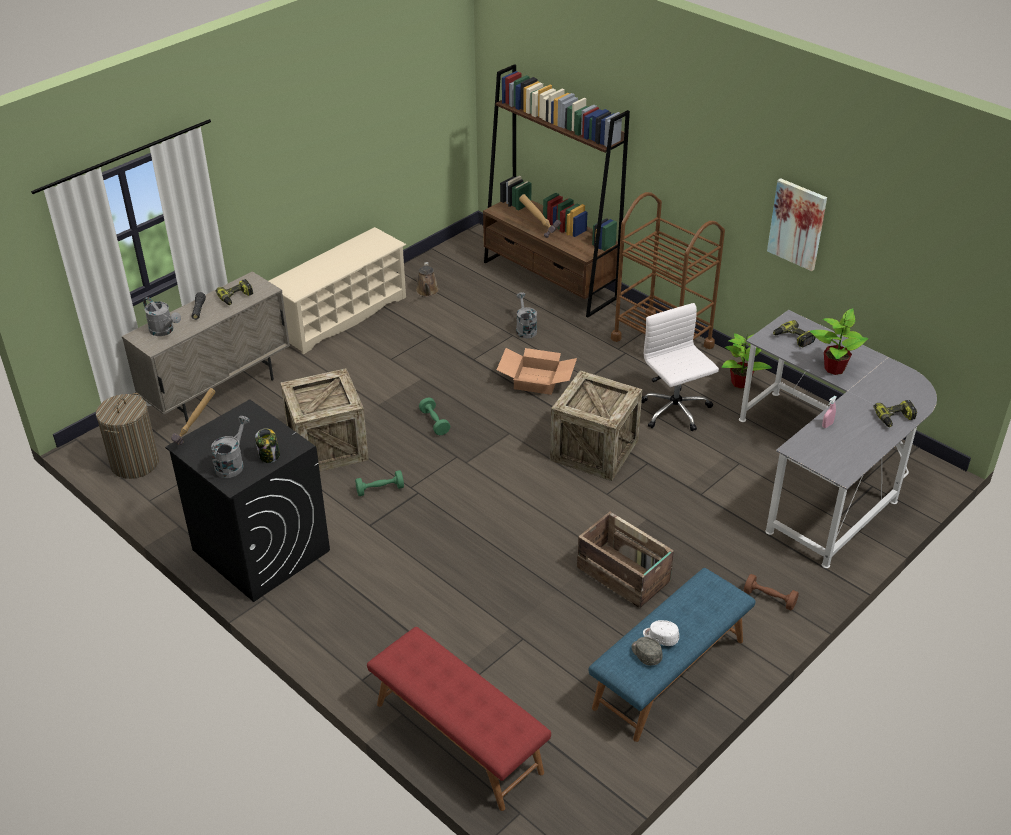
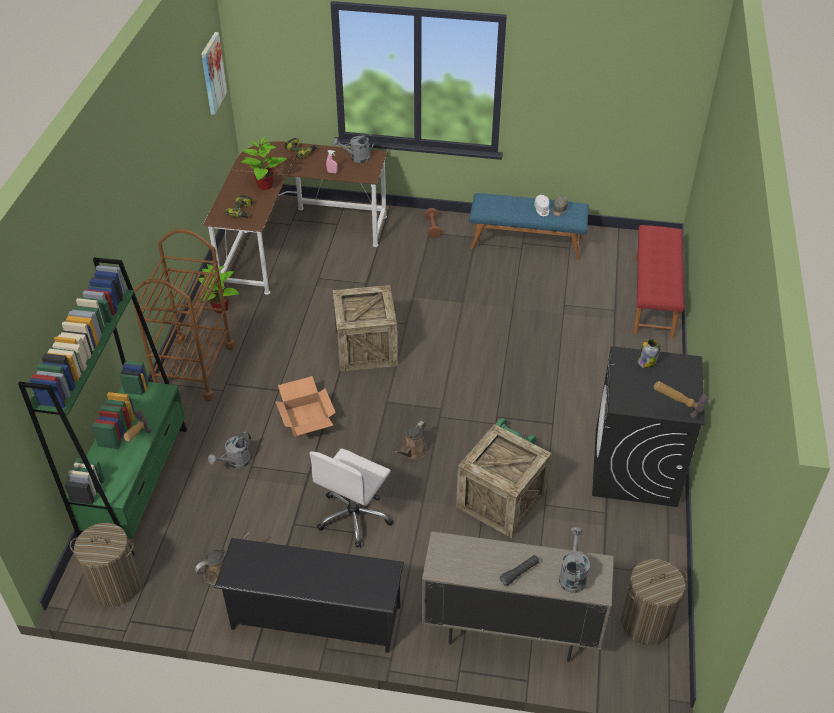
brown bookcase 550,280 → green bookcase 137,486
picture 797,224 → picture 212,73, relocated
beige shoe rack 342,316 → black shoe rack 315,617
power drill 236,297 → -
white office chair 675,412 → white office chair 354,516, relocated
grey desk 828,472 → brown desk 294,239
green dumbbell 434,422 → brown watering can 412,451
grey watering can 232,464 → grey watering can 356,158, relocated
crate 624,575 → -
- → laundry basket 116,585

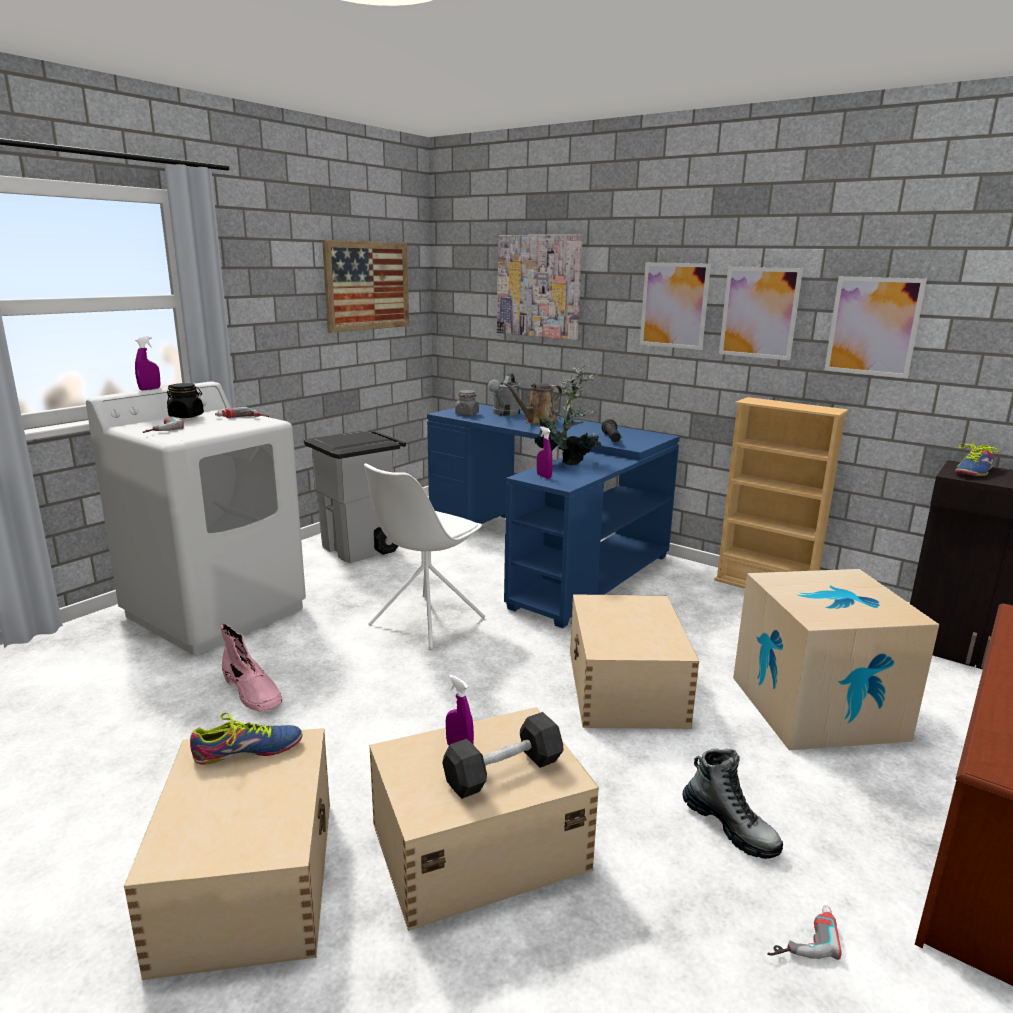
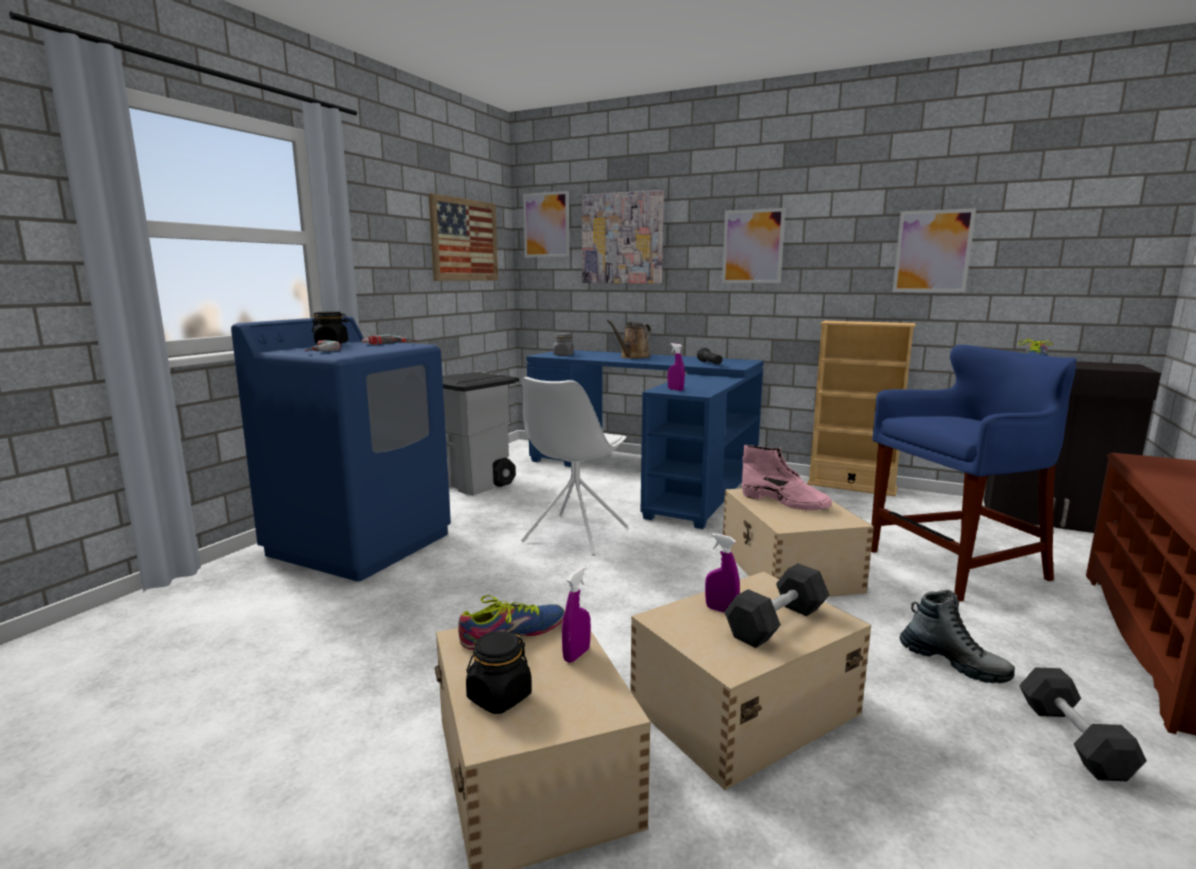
picture 759,313 → picture 546,225, relocated
purple spray bottle 149,389 → purple spray bottle 576,655, relocated
potted plant 568,462 → -
grey watering can 504,414 → -
white washing machine 216,611 → blue washing machine 361,543
cardboard box 816,707 → blue stool 956,567
pink boot 253,692 → pink boot 785,502, relocated
power drill 800,935 → black dumbbell 1073,739
- → black jar 499,697

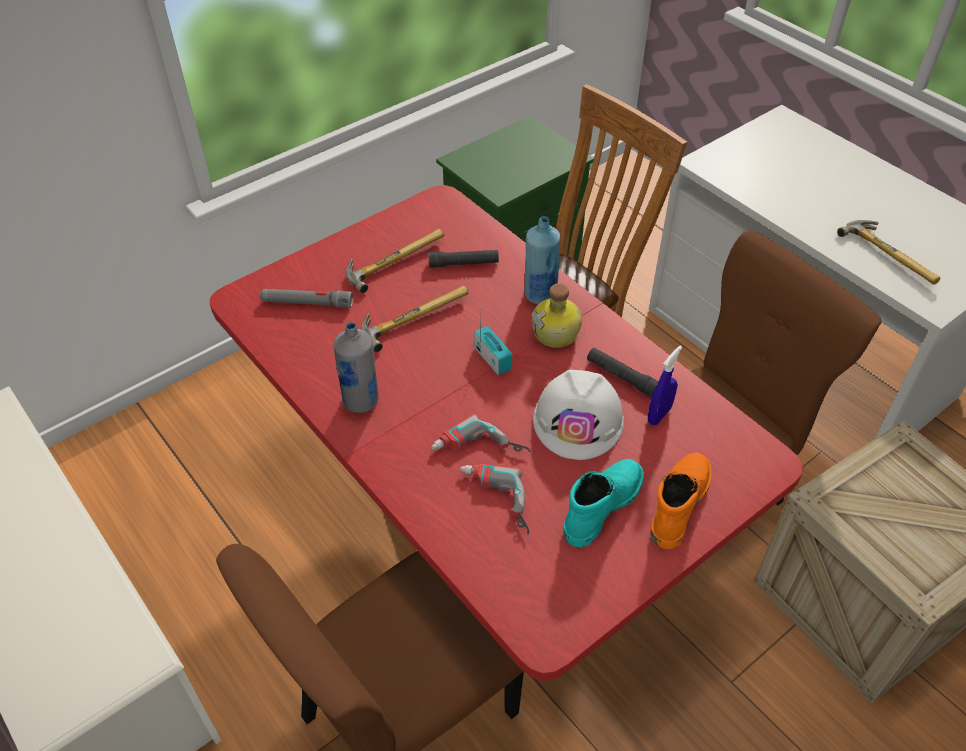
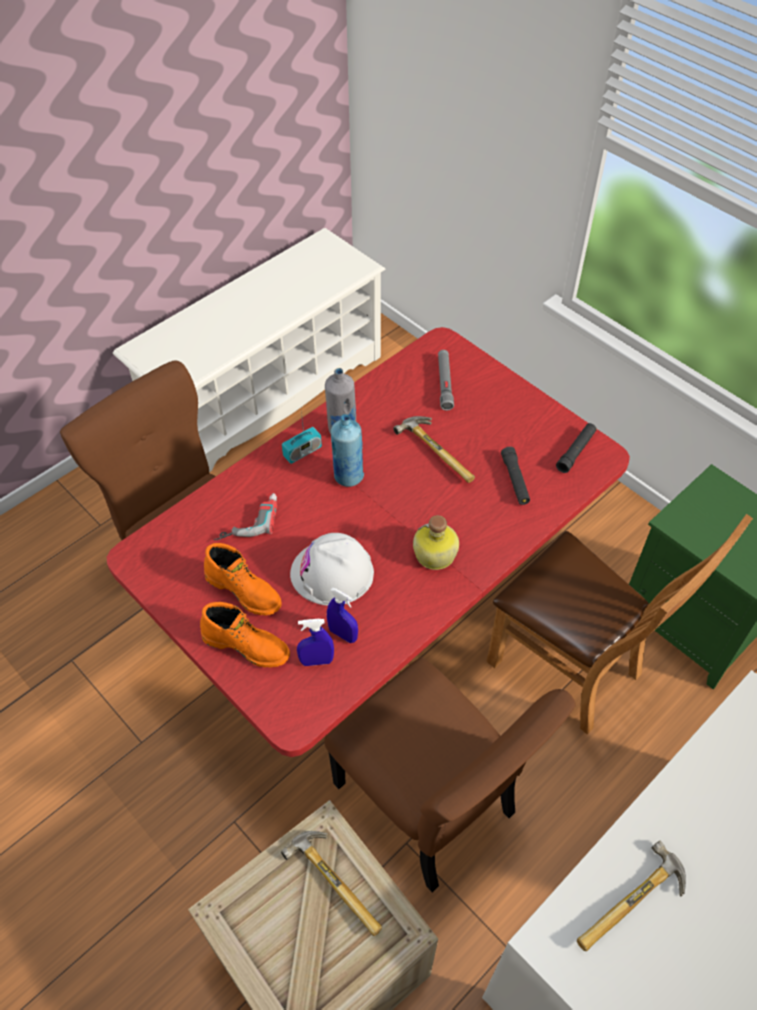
blue bottle 540,295 → blue bottle 348,476, relocated
hammer 392,259 → hammer 340,880, relocated
radio 492,359 → radio 302,452, relocated
black flashlight 621,377 → black flashlight 576,451, relocated
power drill 479,452 → -
turquoise boot 601,505 → orange boot 244,590
- → blue spray bottle 316,661

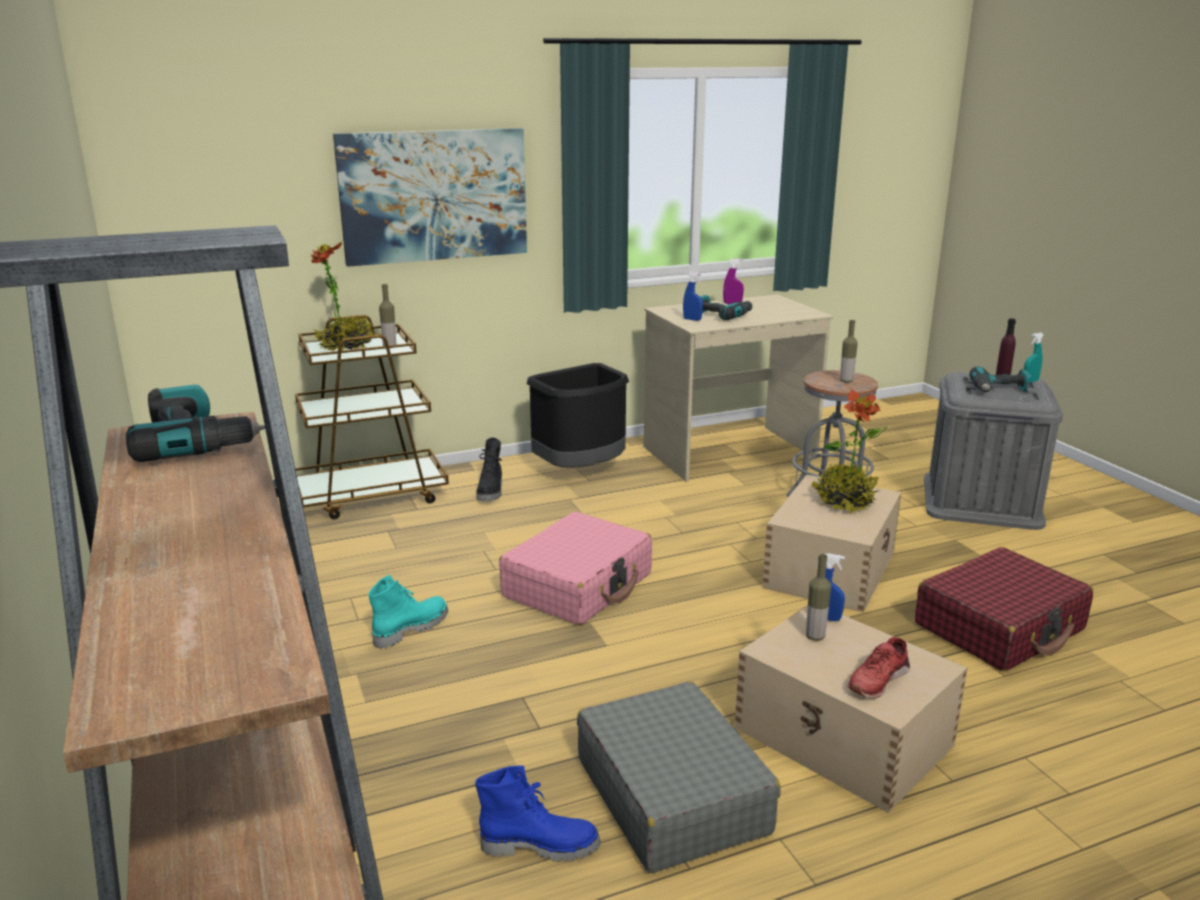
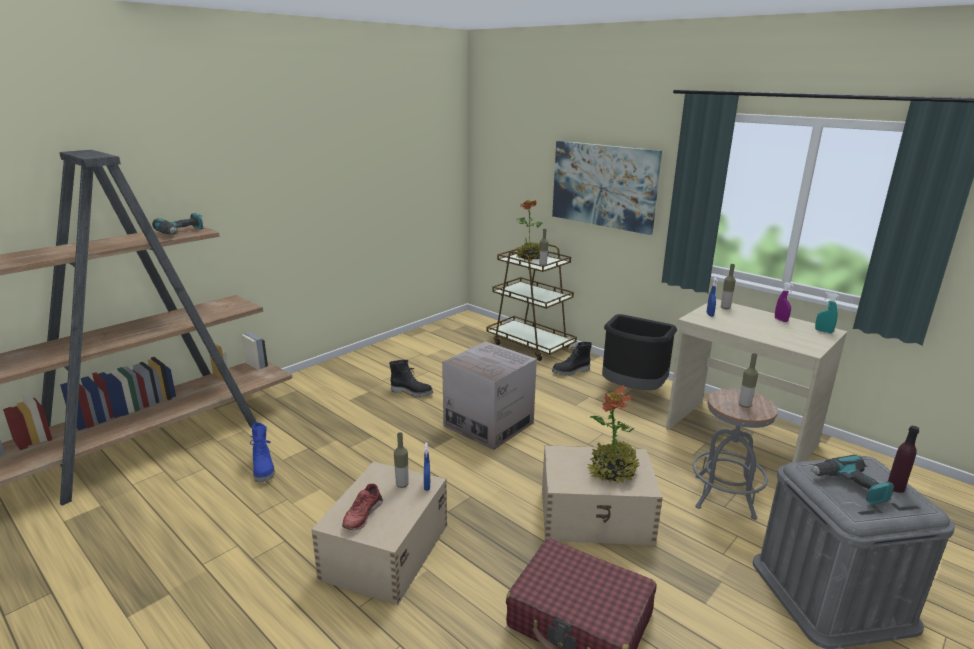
power drill 722,315 → -
turquoise spray bottle 1030,382 → turquoise spray bottle 823,331, relocated
pink suitcase 578,585 → cardboard box 488,424
turquoise boot 410,629 → black boot 412,392
red shoe 877,680 → red shoe 362,514, 90 degrees counterclockwise
grey suitcase 672,794 → -
- → bottle 725,308

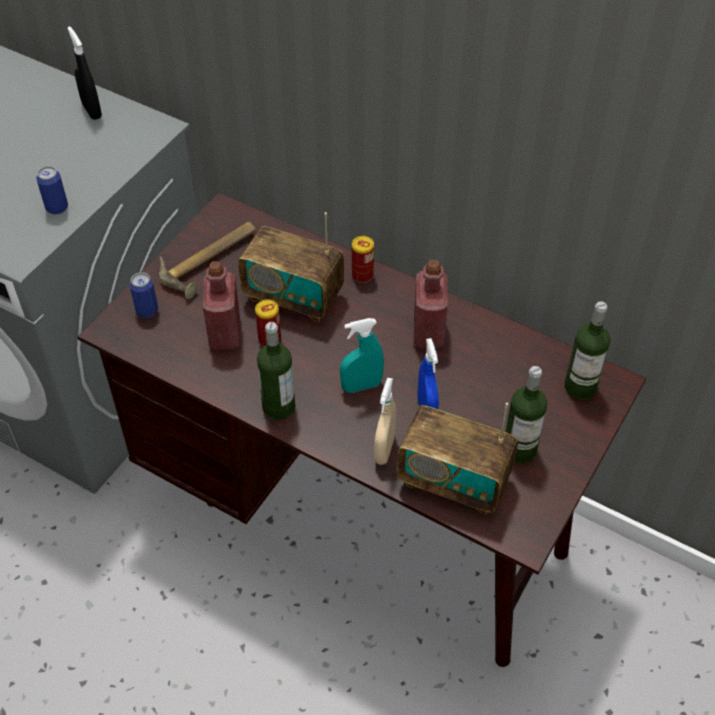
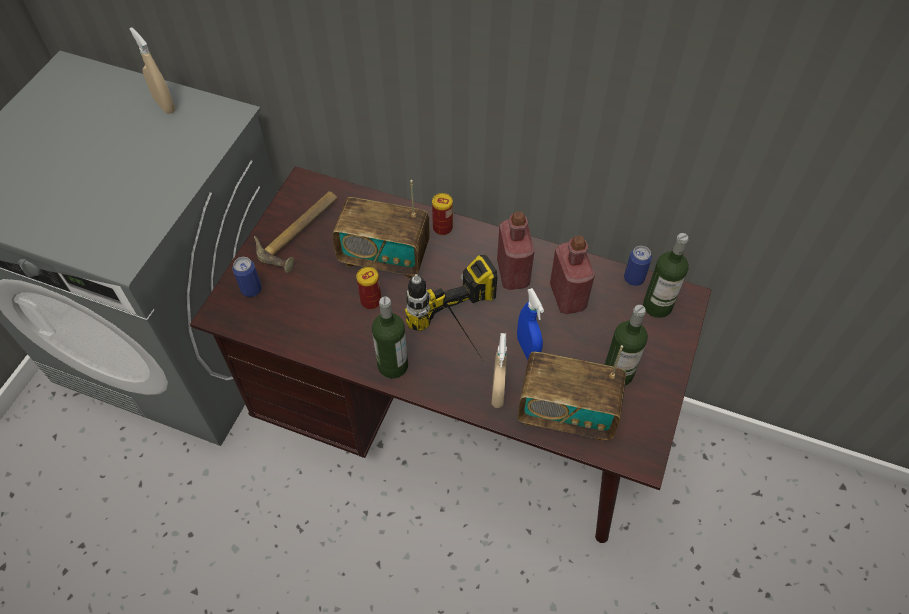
black spray bottle 92,110 → beige spray bottle 164,105
can 57,208 → can 633,278, relocated
red bottle 225,333 → red bottle 567,296, relocated
turquoise spray bottle 361,386 → power drill 464,334

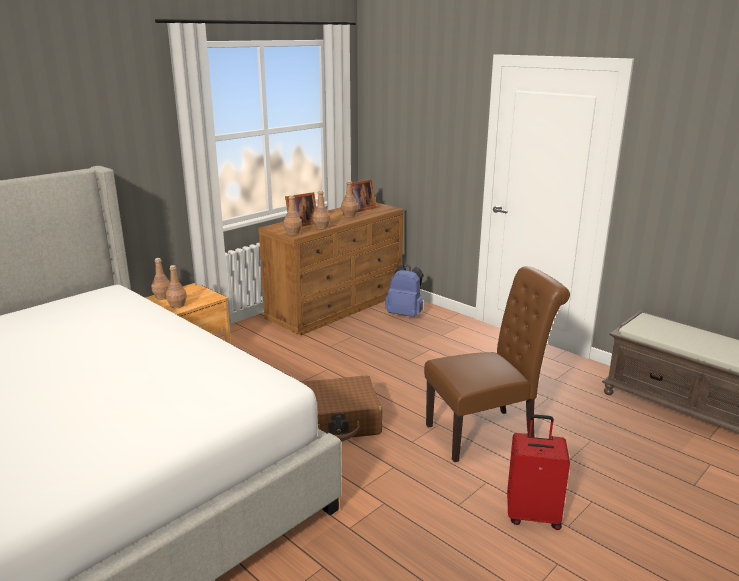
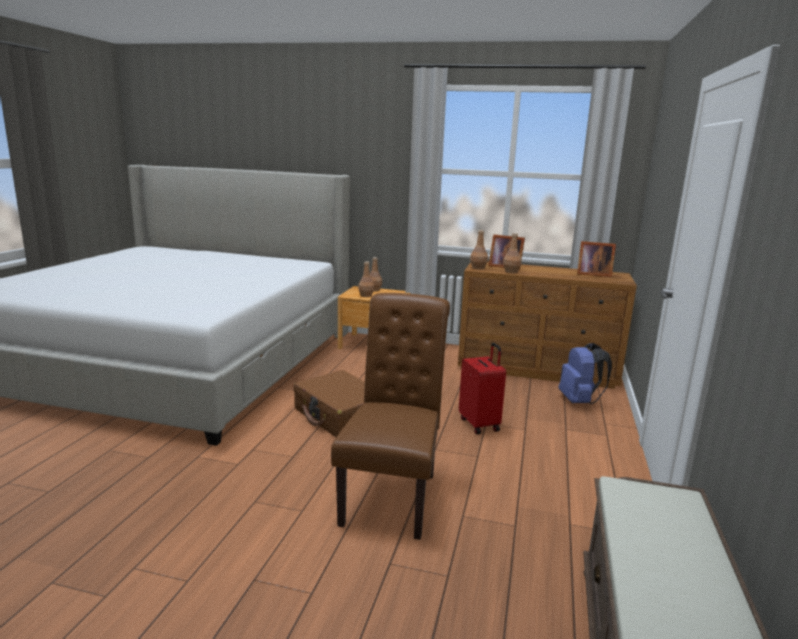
brown bottle 349,216 → -
brown chair 486,433 → brown chair 392,494, 120 degrees counterclockwise
red suitcase 533,515 → red suitcase 480,424, relocated

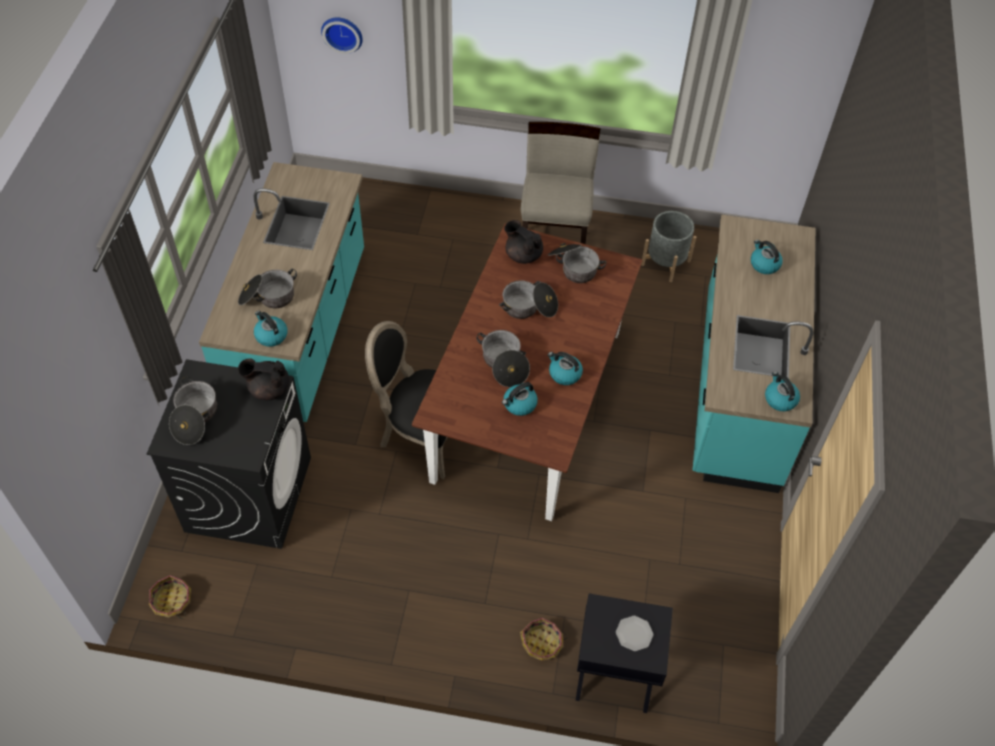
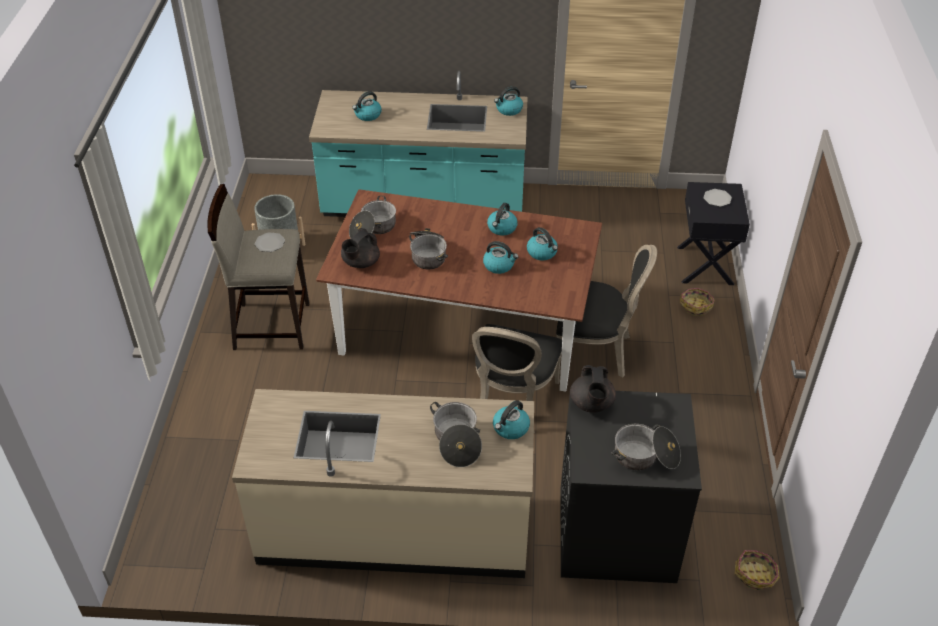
wall clock 342,33 → -
turquoise counter 300,332 → beige counter 395,527
cooking pot 504,364 → kettle 499,265
- → plate 269,243
- → black chair 595,351

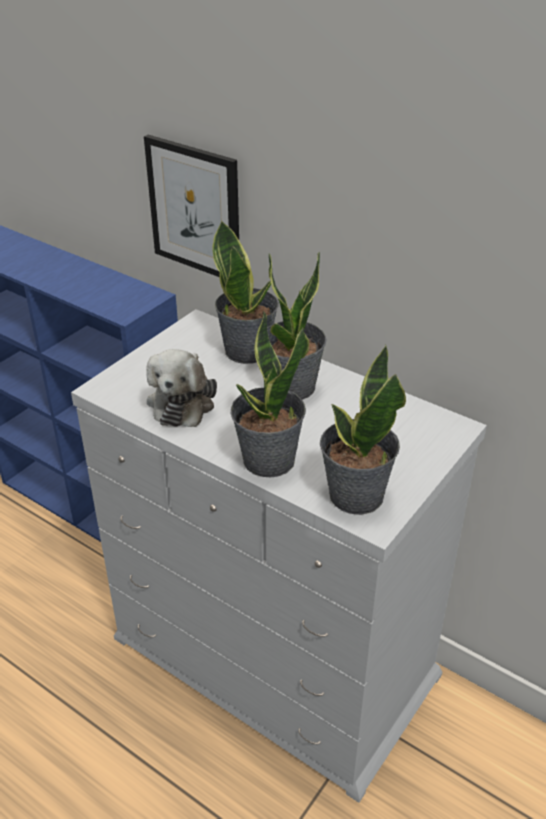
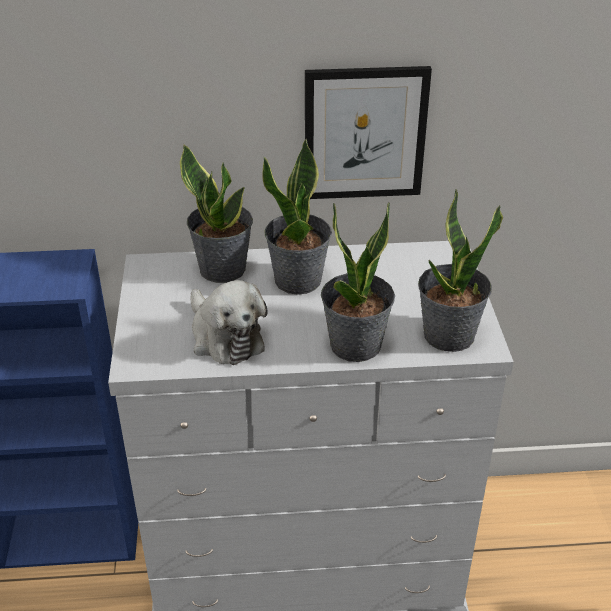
picture 195,208 → picture 364,133, relocated

